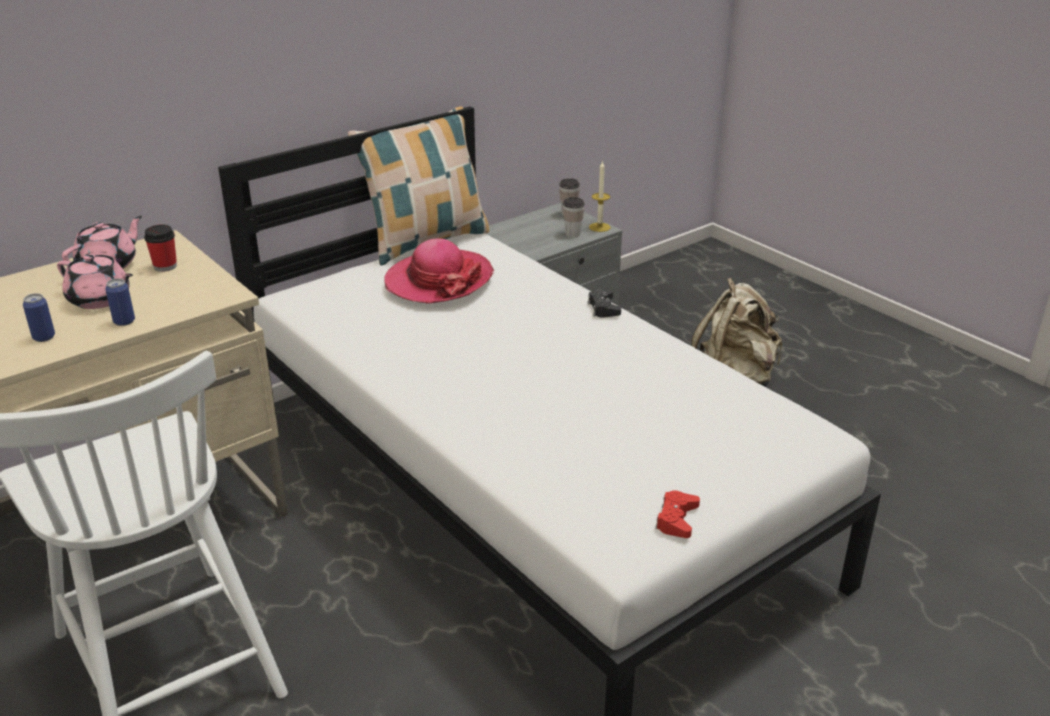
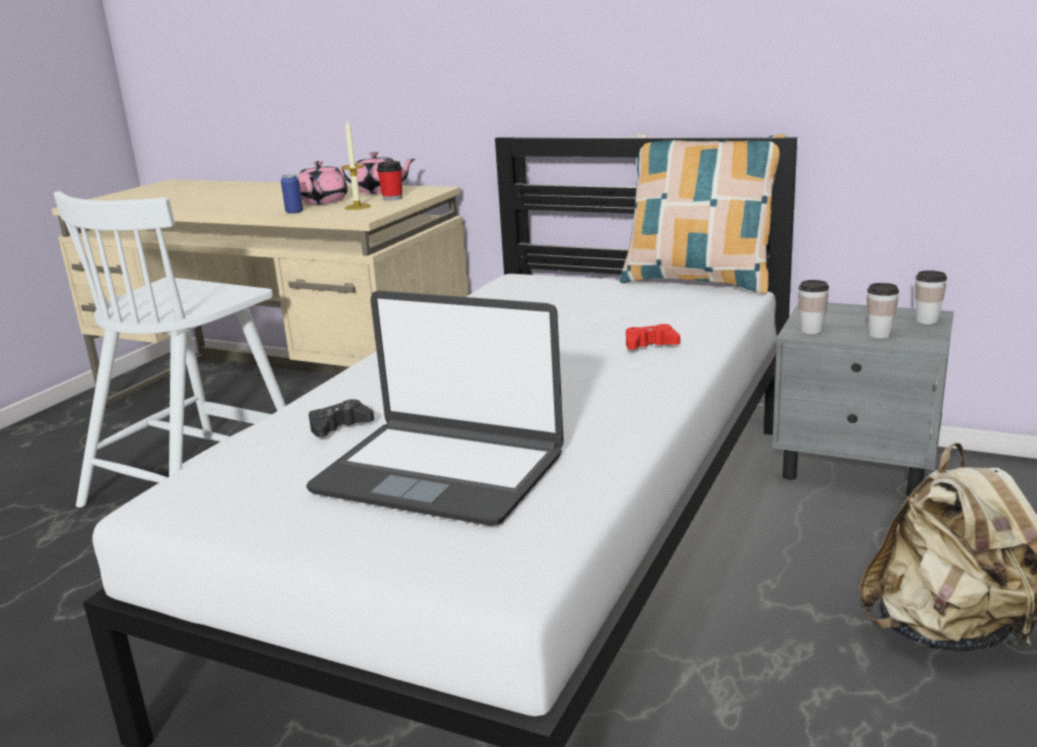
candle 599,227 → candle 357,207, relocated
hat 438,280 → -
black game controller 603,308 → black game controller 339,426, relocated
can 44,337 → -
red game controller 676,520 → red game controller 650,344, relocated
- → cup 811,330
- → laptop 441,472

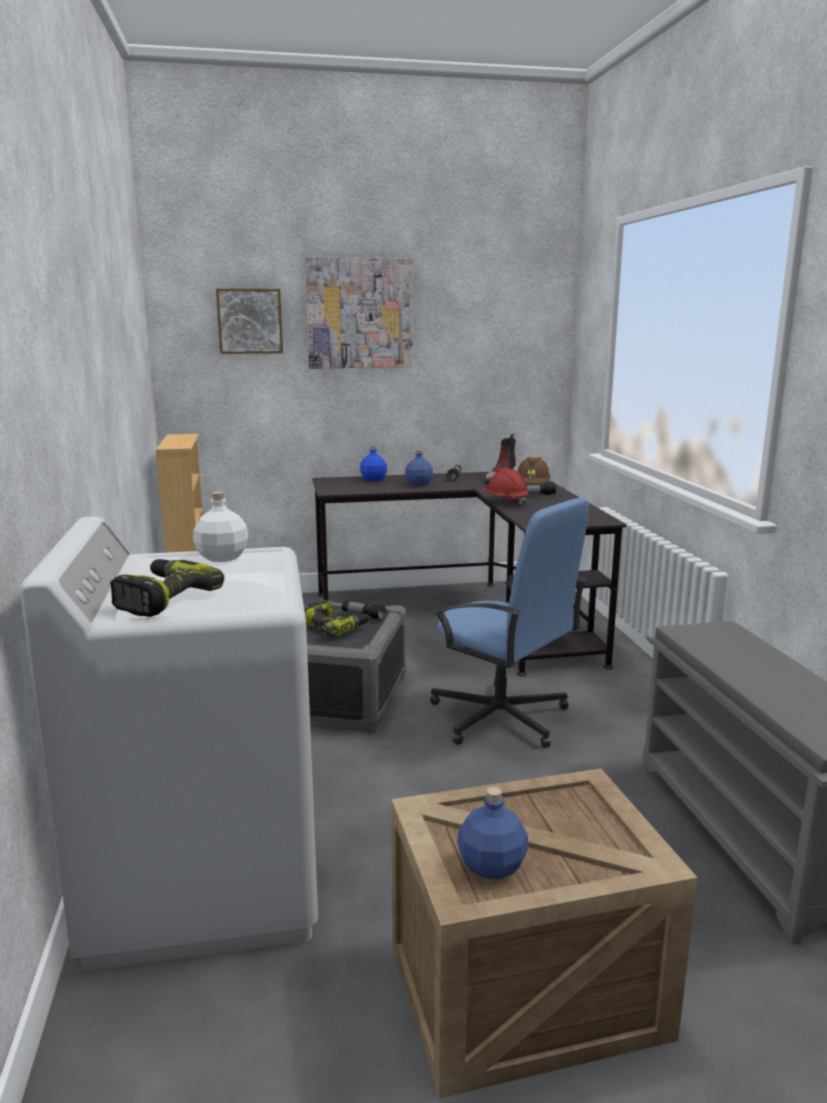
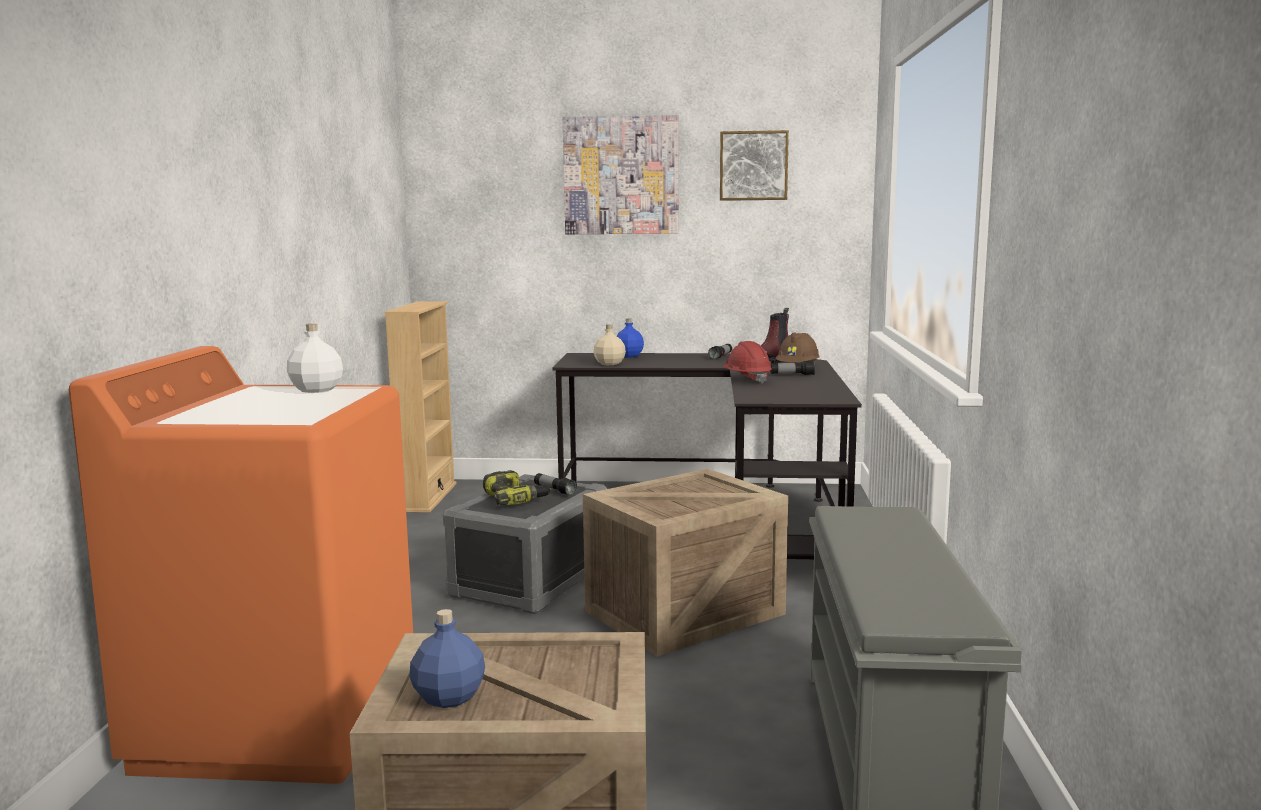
picture 250,321 → picture 753,166, relocated
blue bottle 418,484 → -
blue office chair 501,717 → crate 683,614
white washing machine 205,880 → orange washing machine 281,719
power drill 162,598 → -
- → beige bottle 609,364

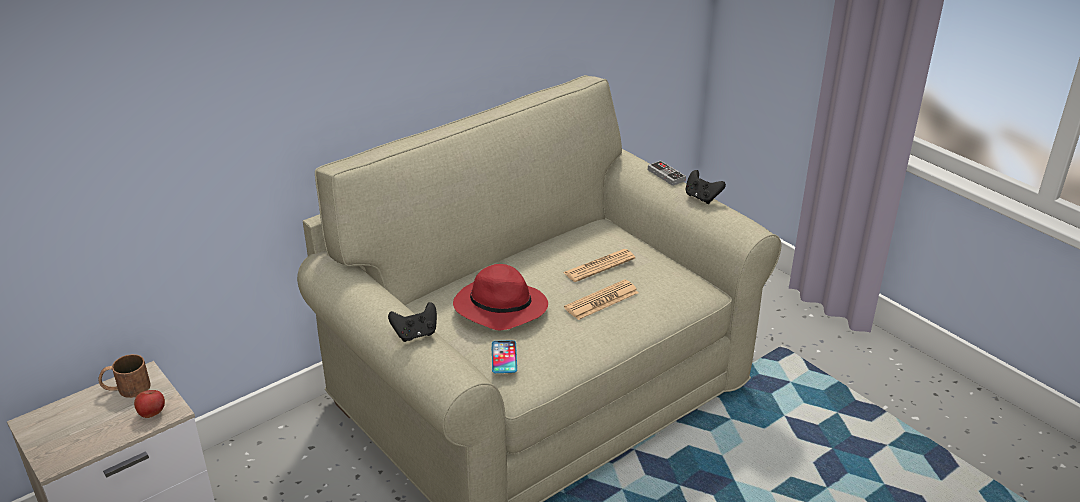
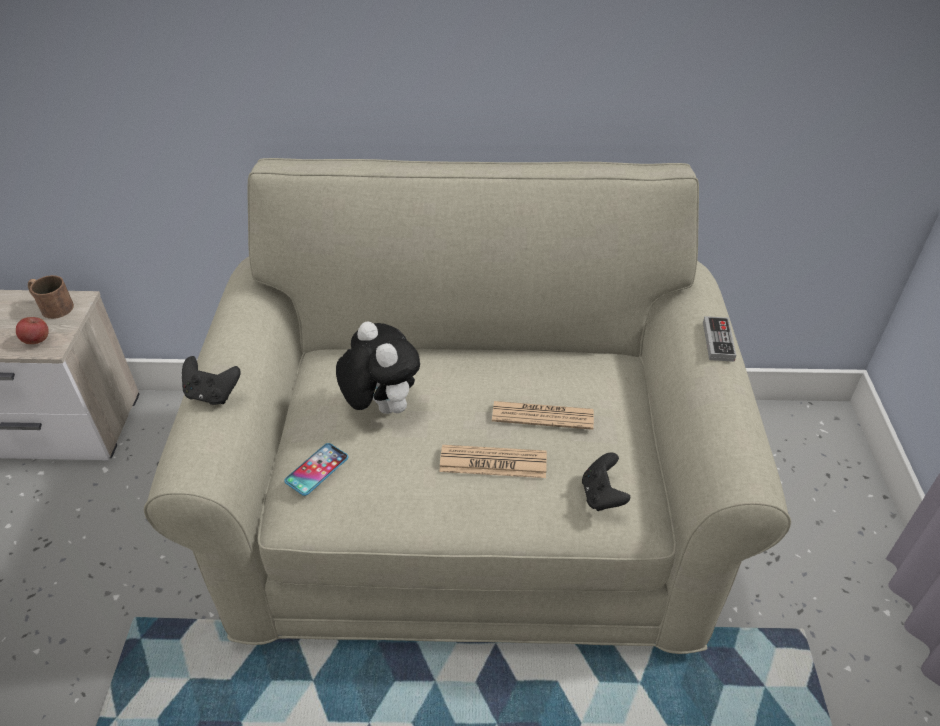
black game controller 702,198 → black game controller 602,495, relocated
red hat 499,308 → plush toy 380,407

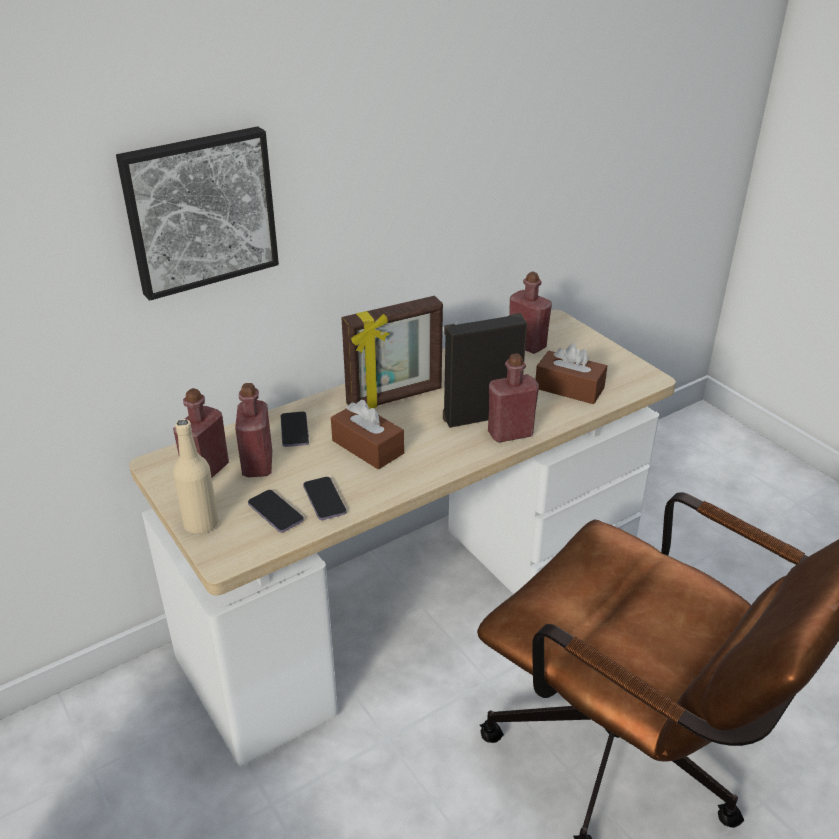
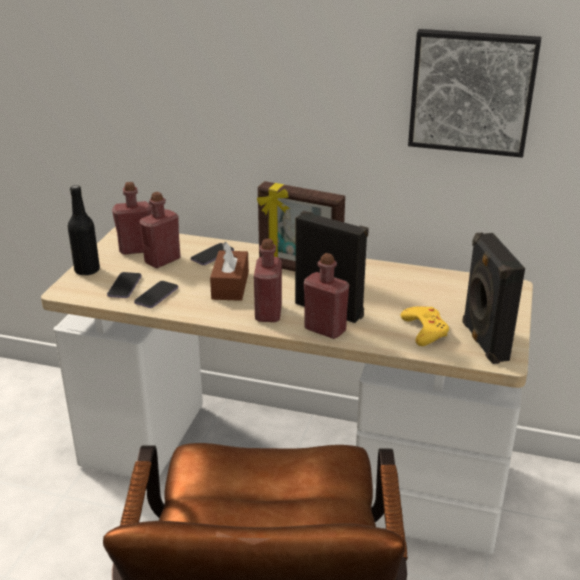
picture 199,210 → picture 472,91, relocated
red bottle 527,345 → red bottle 268,313, relocated
brown tissue box 569,388 → yellow game controller 425,330
beige bottle 201,524 → black bottle 87,270
- → black speaker 483,342

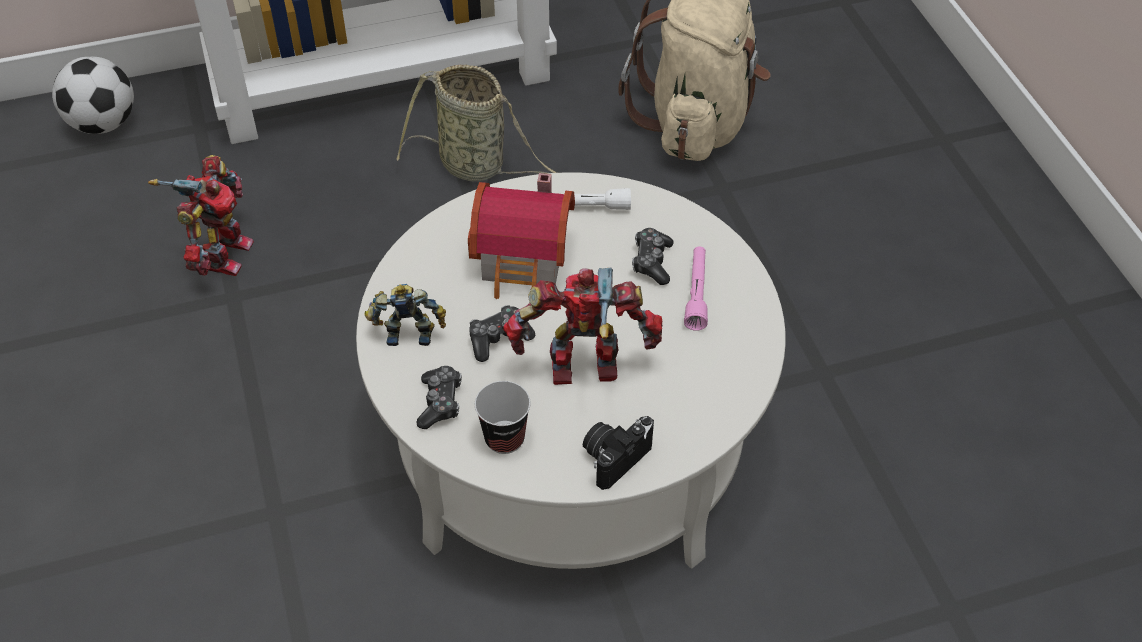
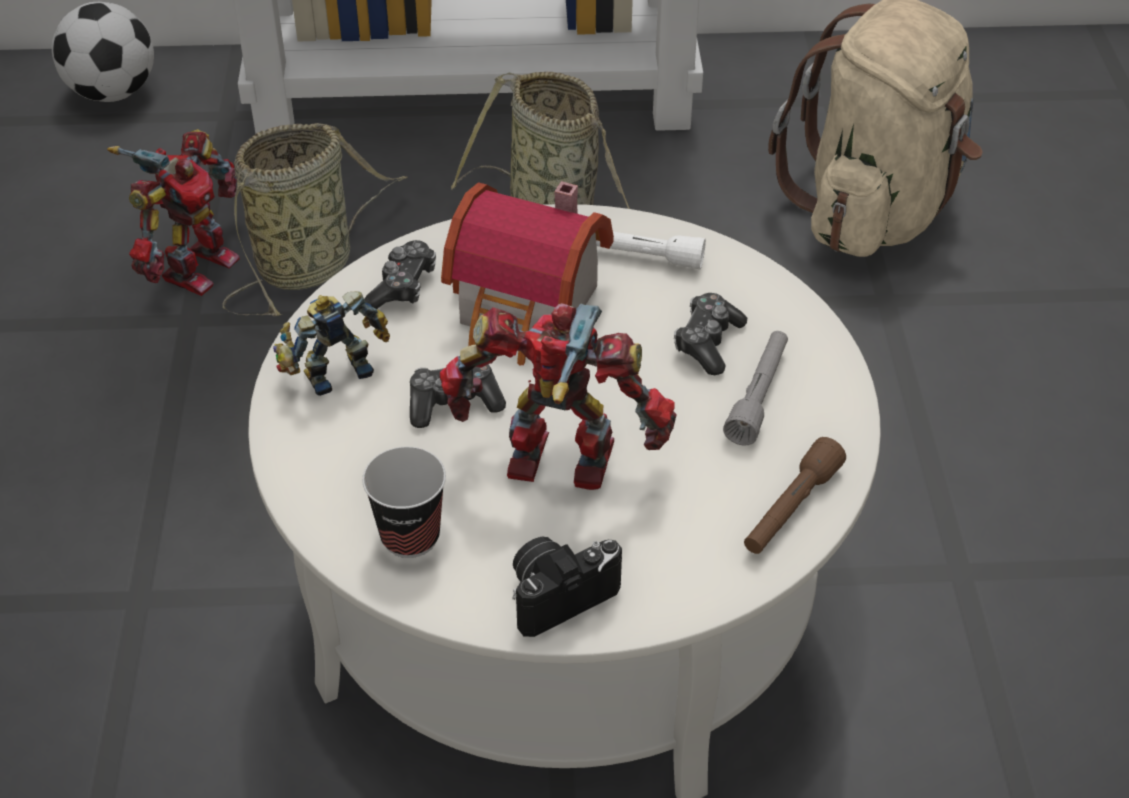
pink flashlight 696,293 → grey flashlight 758,395
toy robot 408,331 → toy robot 334,370, 45 degrees counterclockwise
game controller 440,402 → game controller 403,286, relocated
- → basket 310,264
- → brown flashlight 790,509

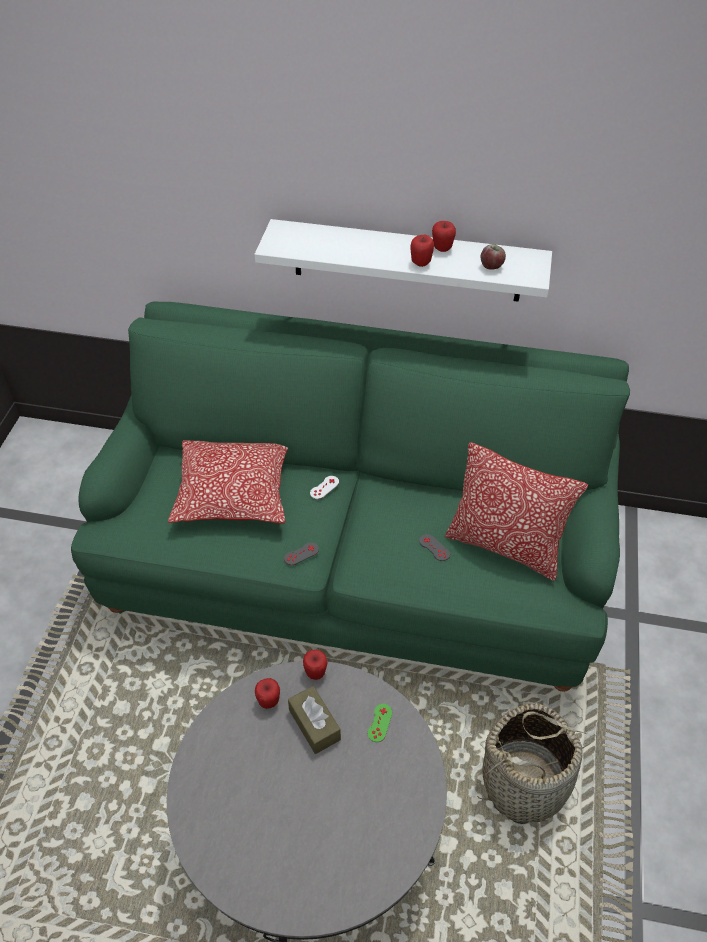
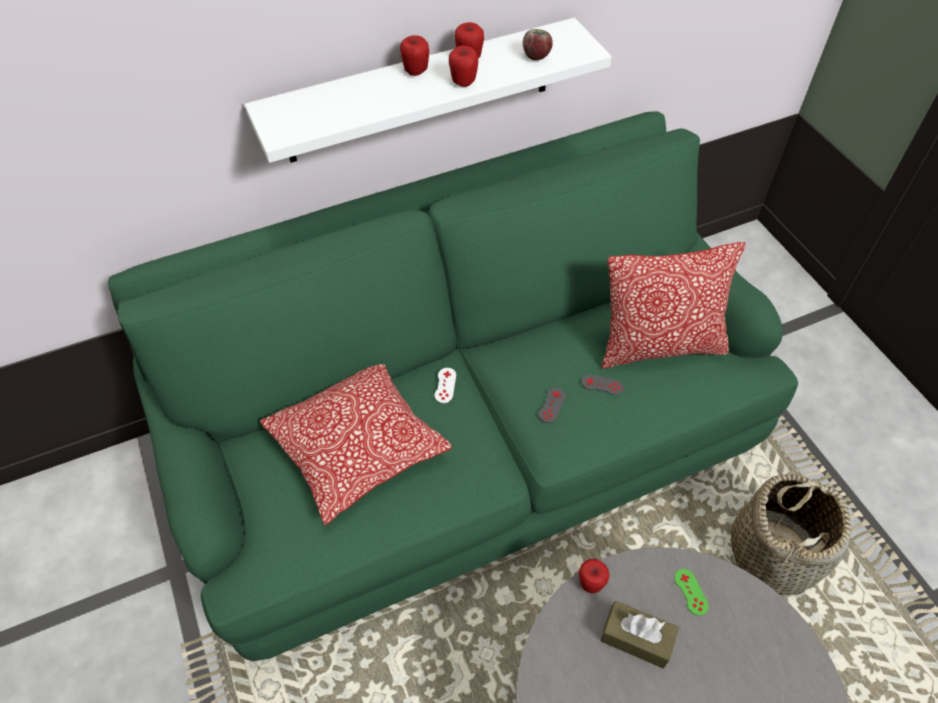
grey game controller 301,554 → grey game controller 552,405, relocated
apple 268,701 → apple 416,71, relocated

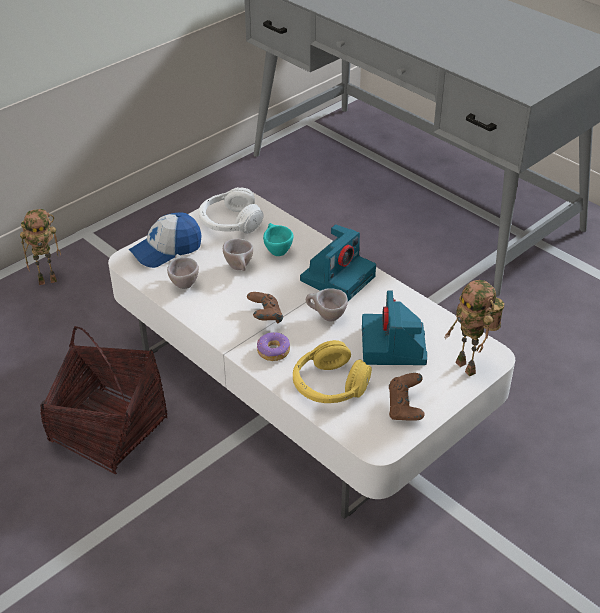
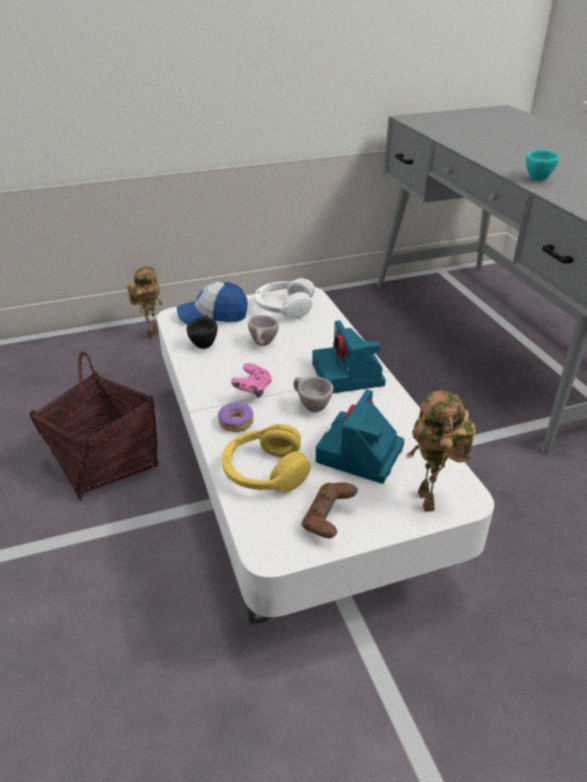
toy robot 48,280 → toy robot 152,334, 75 degrees counterclockwise
turquoise cup 276,250 → turquoise cup 535,178, relocated
photo camera 338,277 → photo camera 349,375, 105 degrees clockwise
beige cup 182,283 → black cup 204,343
brown game controller 265,317 → pink game controller 252,391

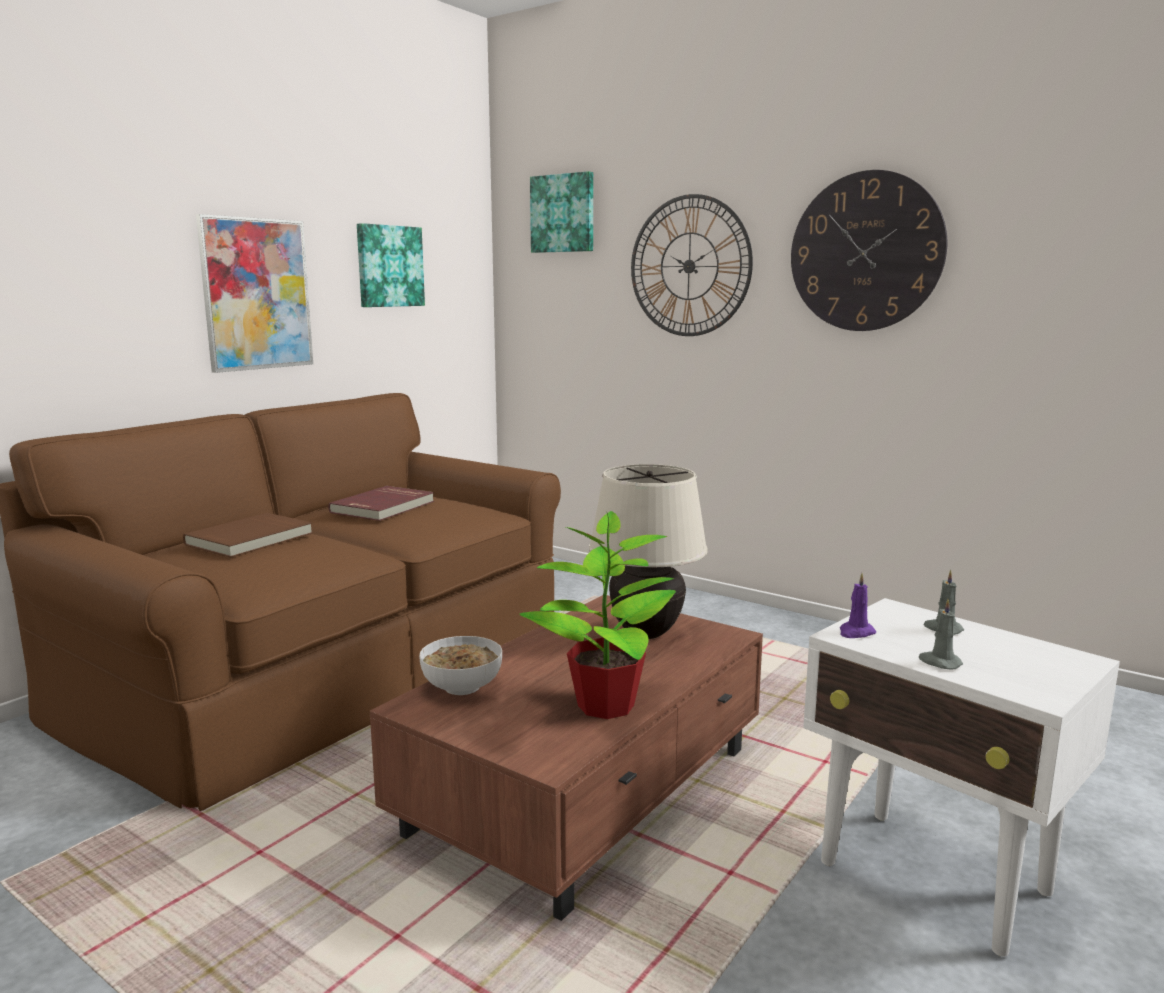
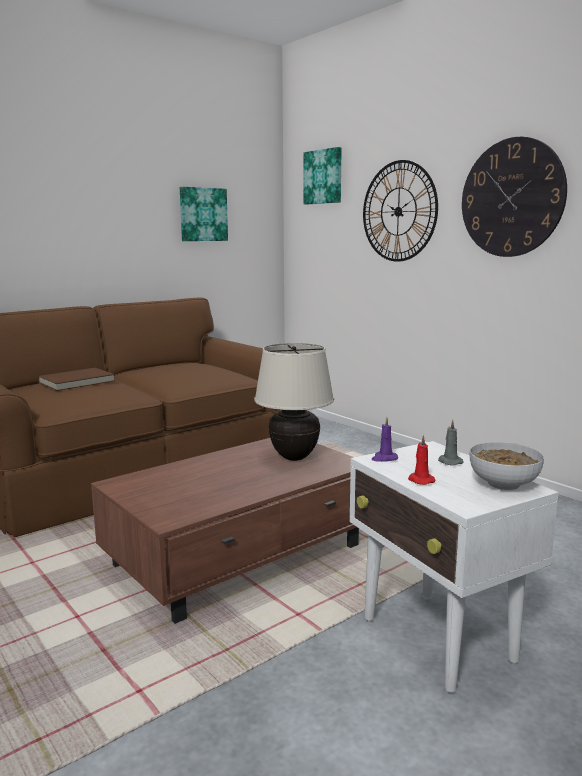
picture 256,294 → -
red book 384,507 → -
potted plant 604,706 → -
grey candle 939,662 → red candle 420,480
bowl 461,687 → bowl 502,484, relocated

